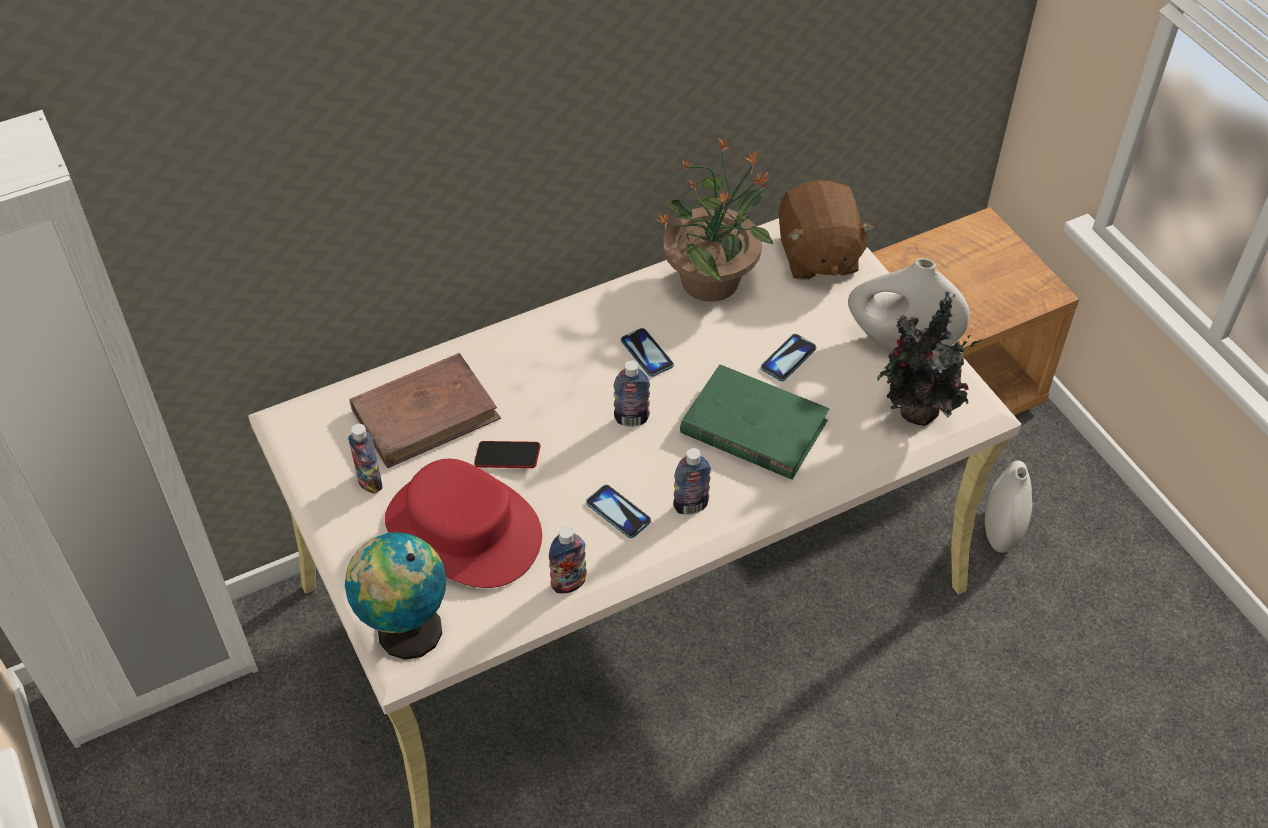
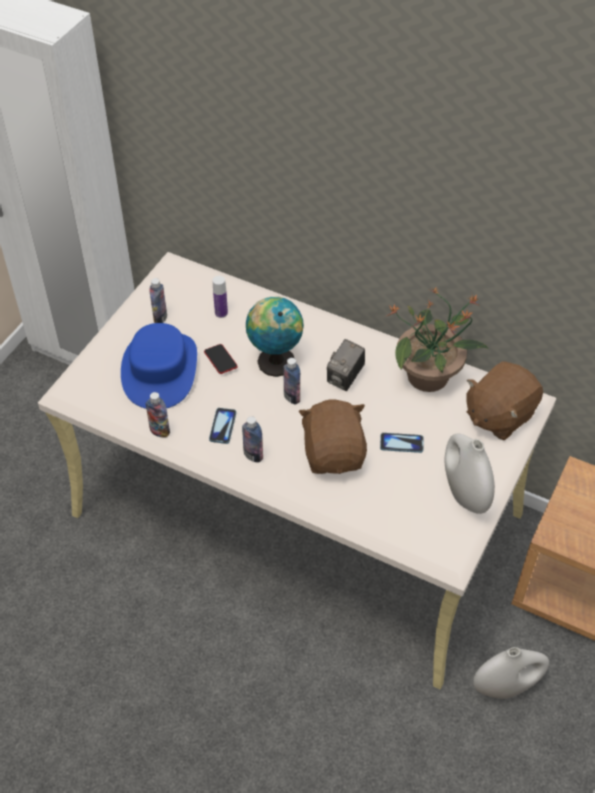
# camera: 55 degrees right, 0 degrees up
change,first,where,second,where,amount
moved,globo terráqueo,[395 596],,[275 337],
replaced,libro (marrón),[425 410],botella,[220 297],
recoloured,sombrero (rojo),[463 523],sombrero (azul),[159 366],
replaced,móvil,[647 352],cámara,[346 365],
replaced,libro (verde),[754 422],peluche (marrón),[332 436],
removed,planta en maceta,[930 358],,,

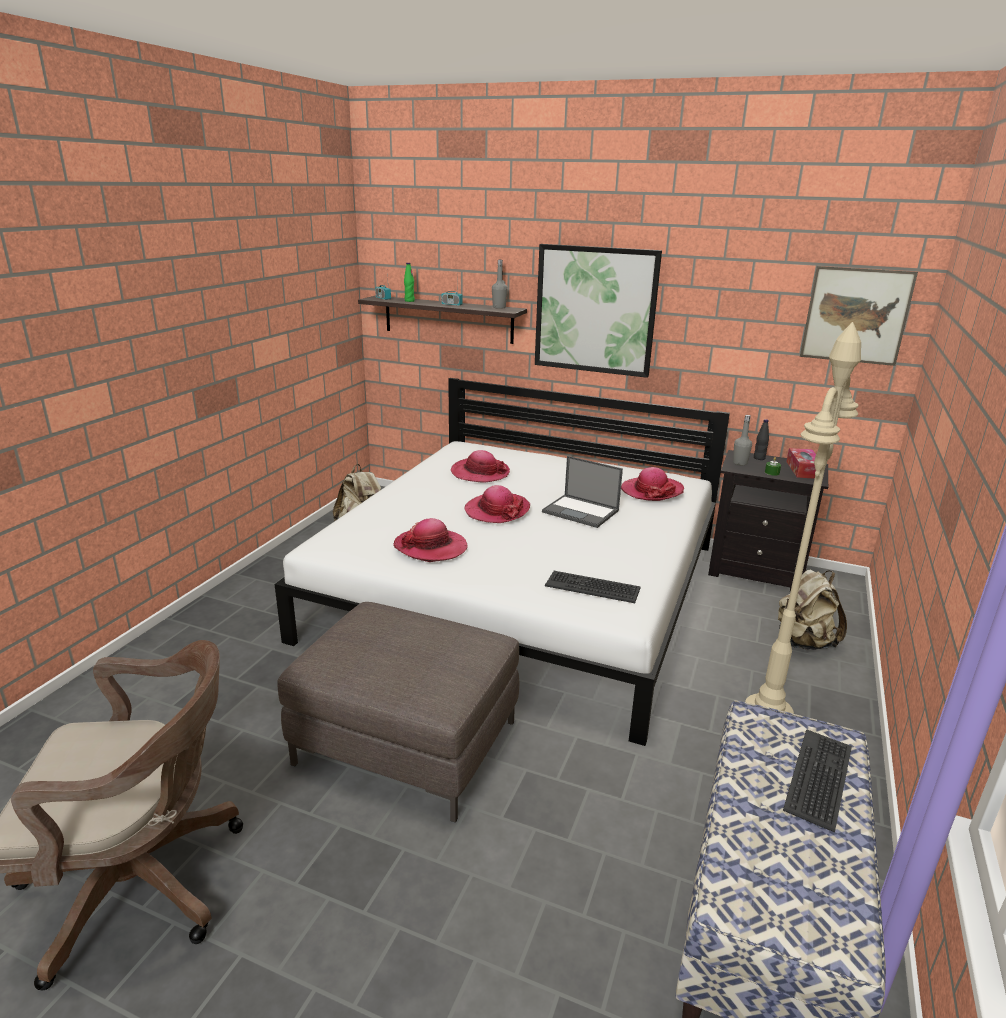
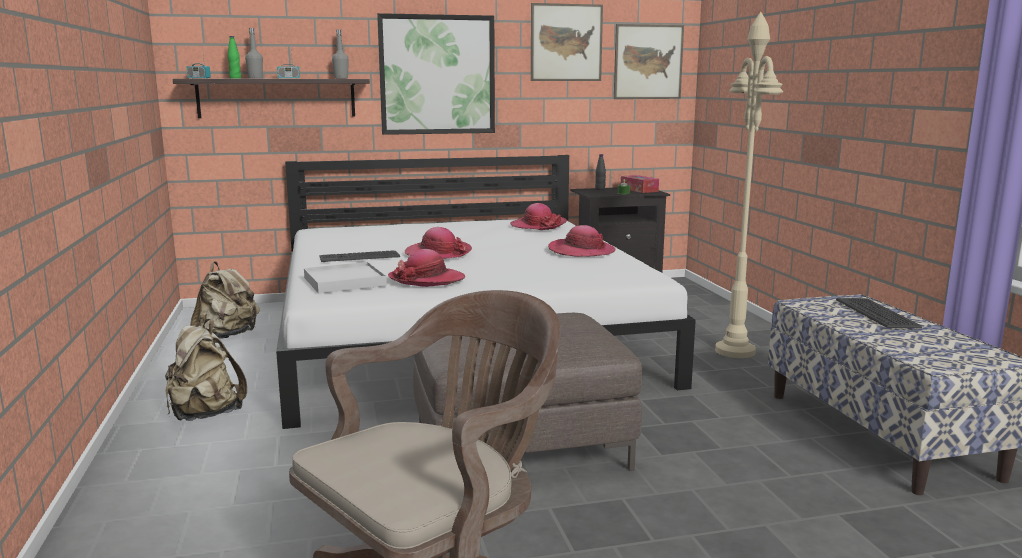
# camera: 35 degrees left, 10 degrees down
change,first,where,second,where,amount
moved,sombrero,[480 466],,[581 241],
removed,portátil,[582 492],,,
moved,teclado,[593 587],,[359 256],
moved,botella (gris),[742 440],,[254 53],
moved,mochila (beis),[812 610],,[206 370],
added,,,bandeja (blanco),[345 278],
added,,,cuadro,[567 42],

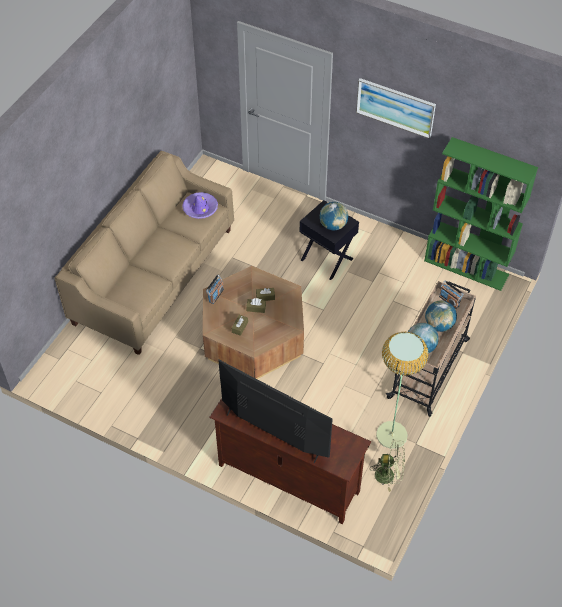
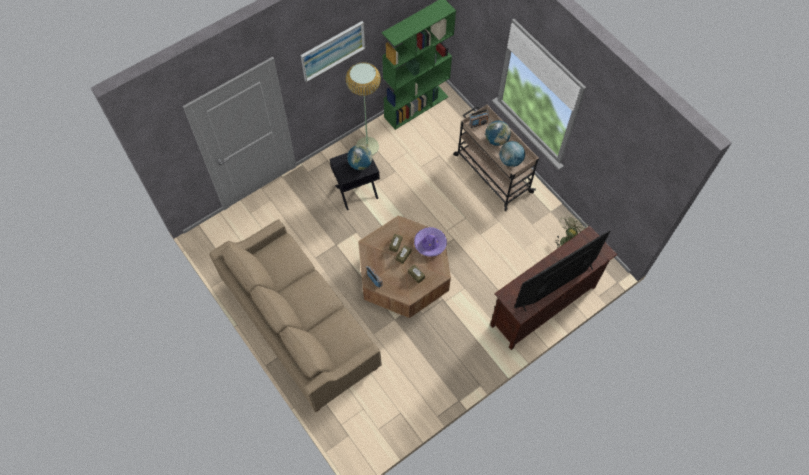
# camera: 65 degrees left, 10 degrees up
change,first,where,second,where,amount
moved,sombrero (morado),[200 205],,[430 242],
moved,lámpara de pie,[402 390],,[363 109],

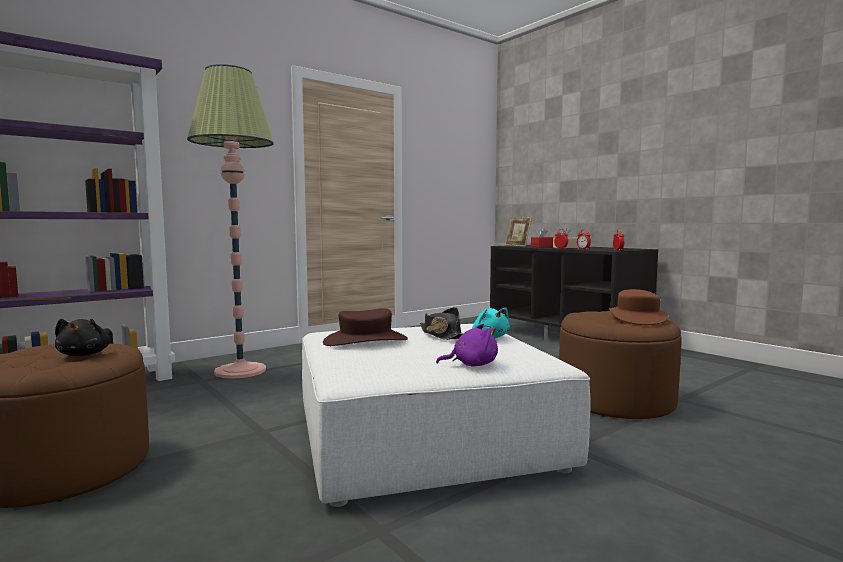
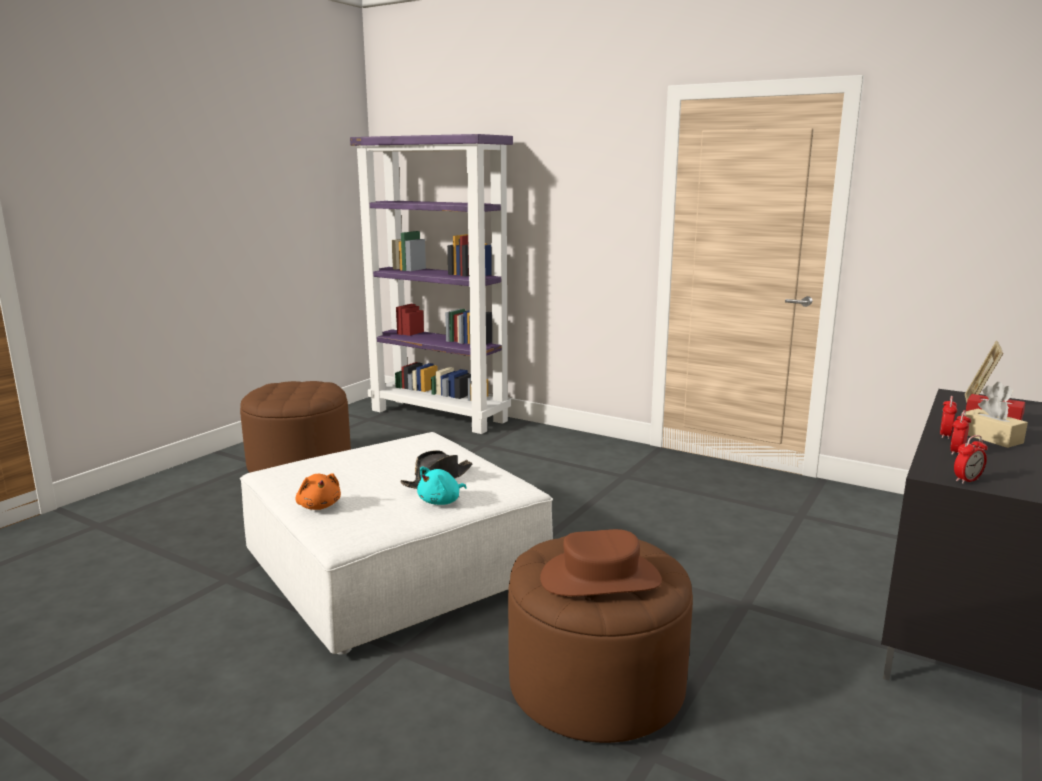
# camera: 70 degrees right, 10 degrees up
change,first,where,second,where,amount
removed,peluche (negro),[82 337],,,
removed,lámpara de pie,[230 221],,,
removed,sombrero (marrón),[365 327],,,
recoloured,peluche (morado),[467 345],peluche (naranja),[318 492],

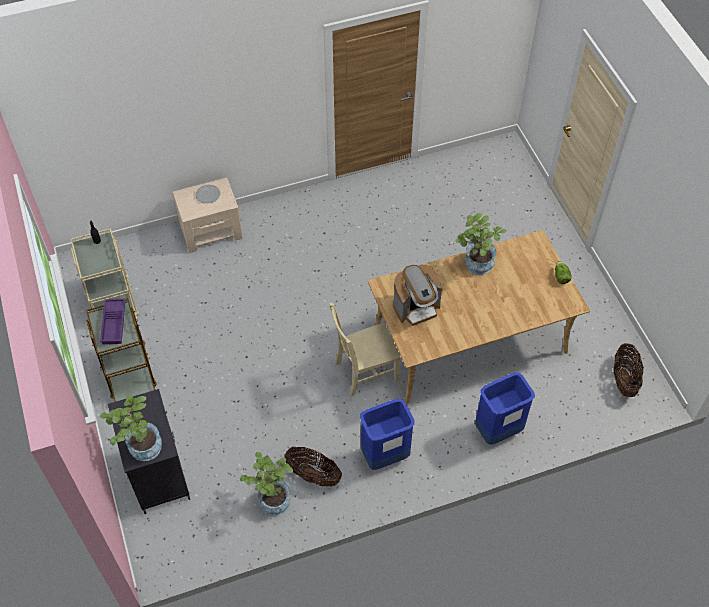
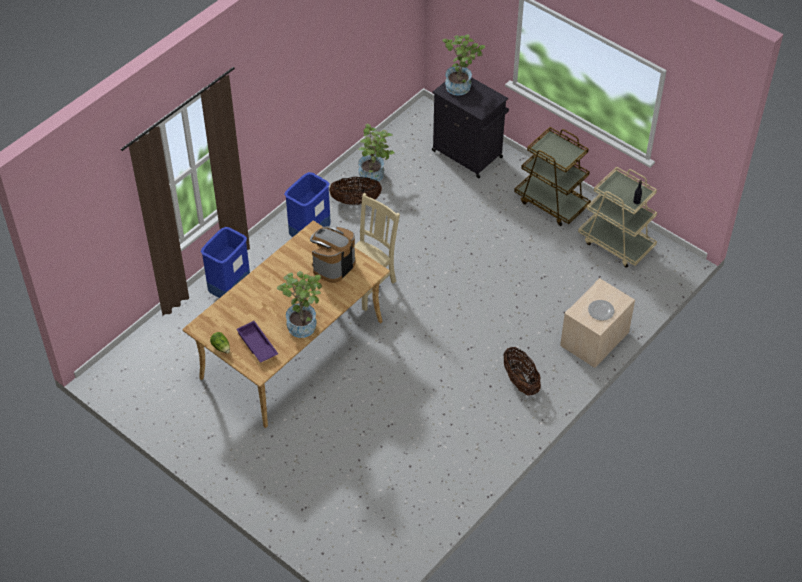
# camera: 150 degrees right, 5 degrees down
change,first,where,second,where,amount
moved,bandeja (morado),[113 321],,[257 342],
moved,cesta,[628 370],,[522 371],

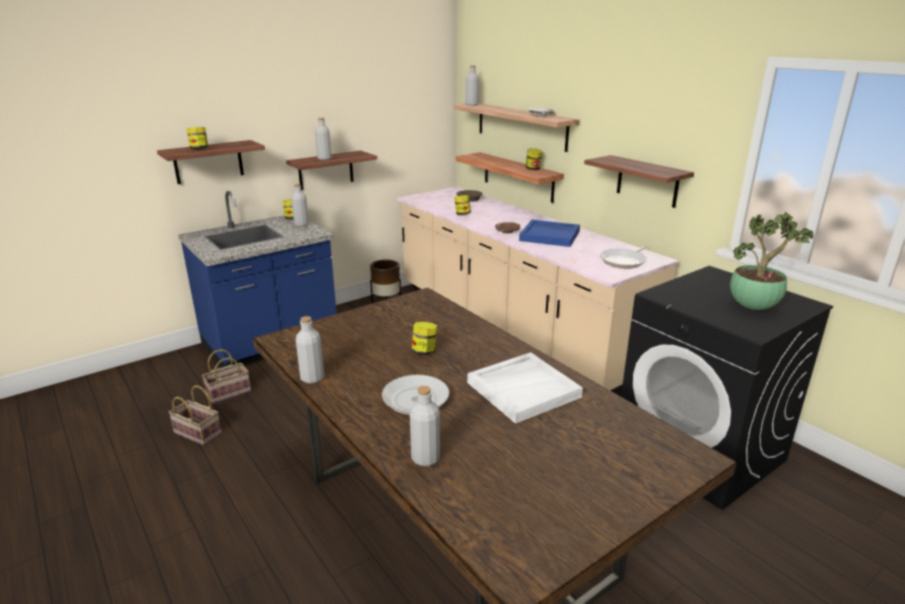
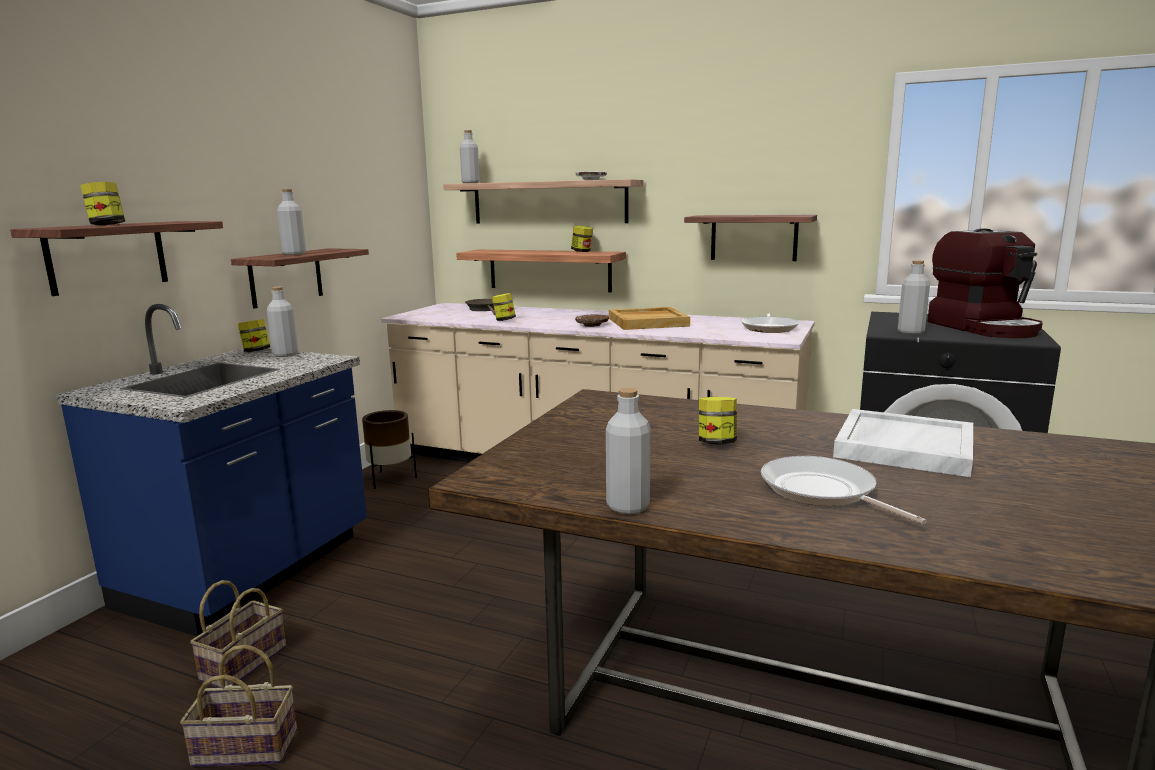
# camera: 30 degrees left, 10 degrees down
change,first,where,second,where,amount
moved,botella (gris),[425 426],,[914 297],
recoloured,bandeja (azul),[549 233],bandeja (beis),[649 318],
replaced,planta en maceta,[771 261],cafetera,[985 283],

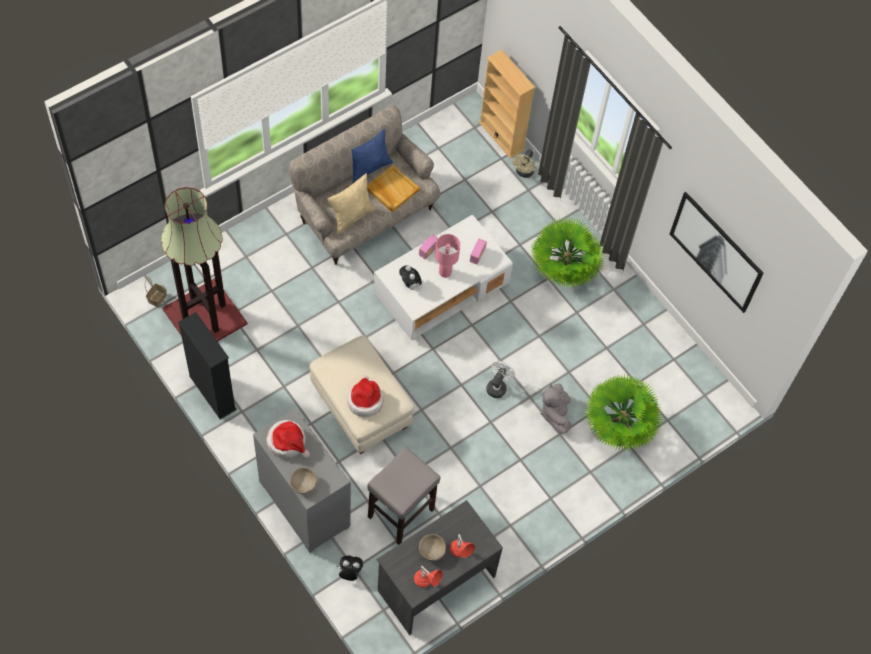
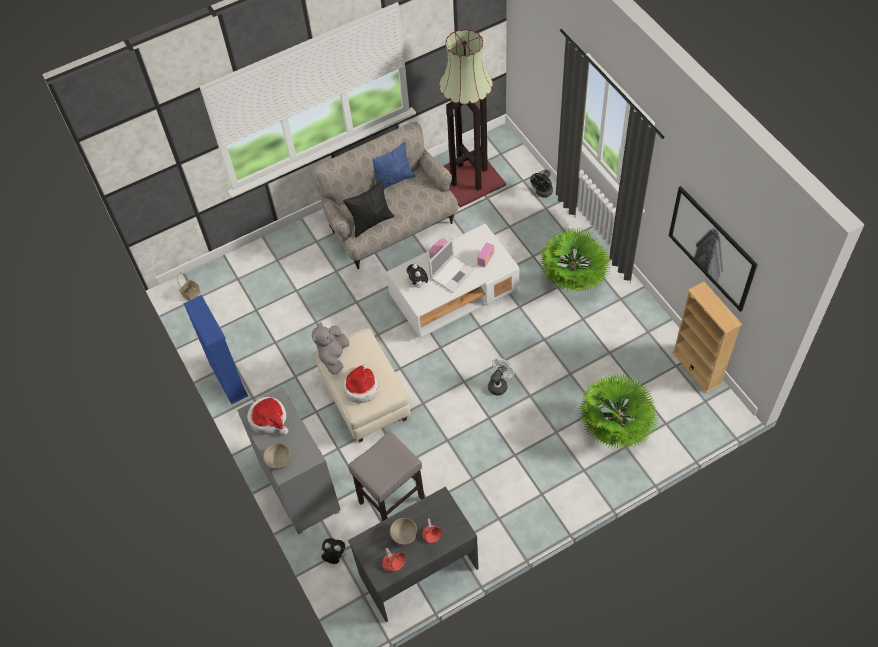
# camera: 15 degrees right, 5 degrees down
change,first,where,second,where,amount
moved,lámpara de pie,[204 264],,[472 118],
recoloured,estantería (negro),[207 365],estantería (azul),[215 349],
recoloured,cojín (beis),[351 204],cojín (negro),[368 208],
removed,bandeja (beis),[393 189],,,
replaced,lámpara de mesa (rosa),[447 256],portátil,[452 265],
moved,estantería (beis),[507 104],,[707 337],
recoloured,ventilador (beis),[524 163],ventilador (negro),[541 184],
moved,peluche (gris),[556 409],,[331 348],

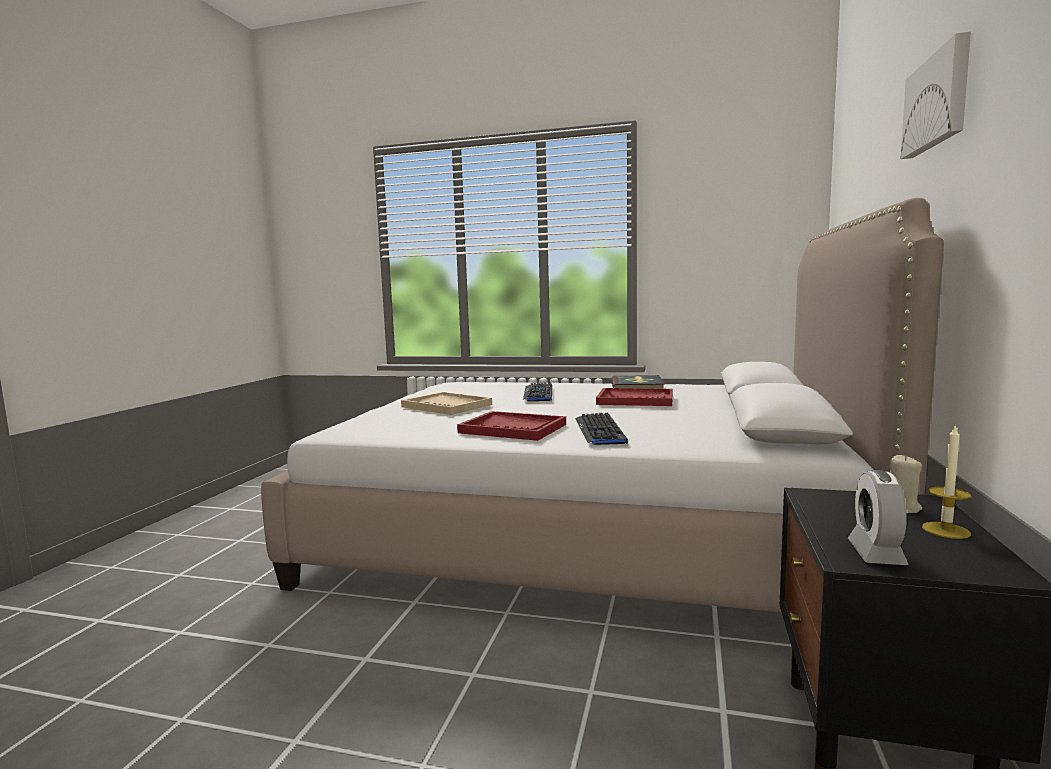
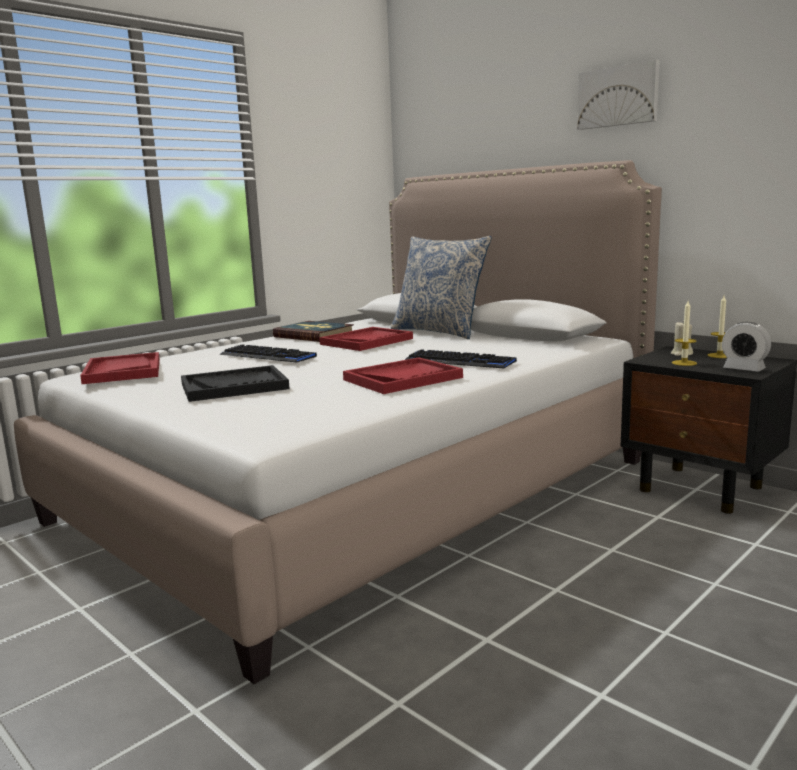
# camera: 60 degrees left, 5 degrees up
change,first,where,second,where,amount
recoloured,bandeja (beis),[446 403],bandeja (negro),[235 383],
added,,,bandeja (rojo),[120 368],
added,,,cojín,[441 287],
added,,,vela,[684 333],

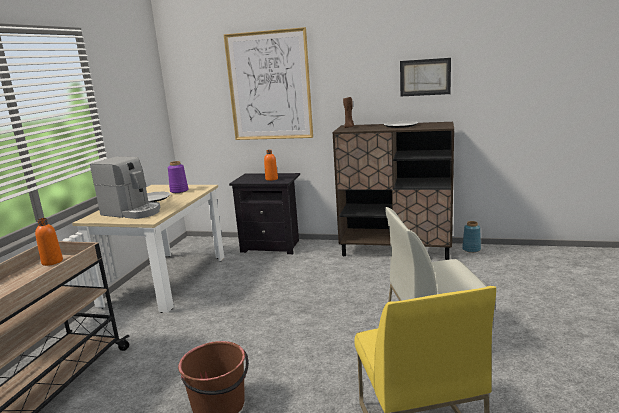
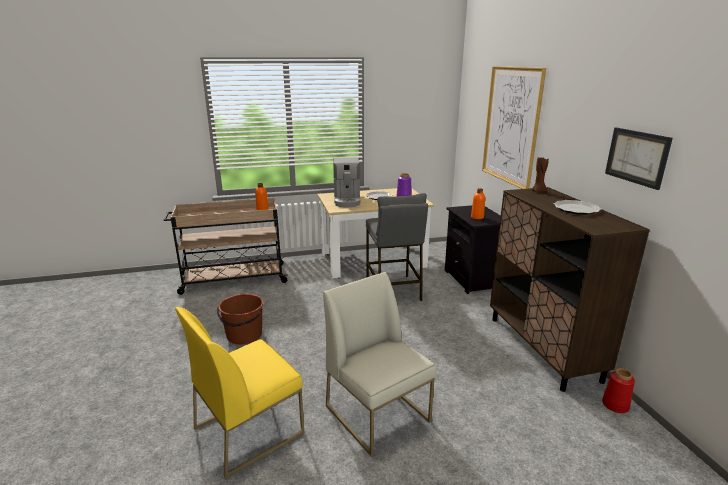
# camera: 60 degrees right, 5 degrees up
change,first,where,second,where,amount
recoloured,florero (azul),[471 237],florero (rojo),[618 390],
added,,,taburete (gris),[397 247],

